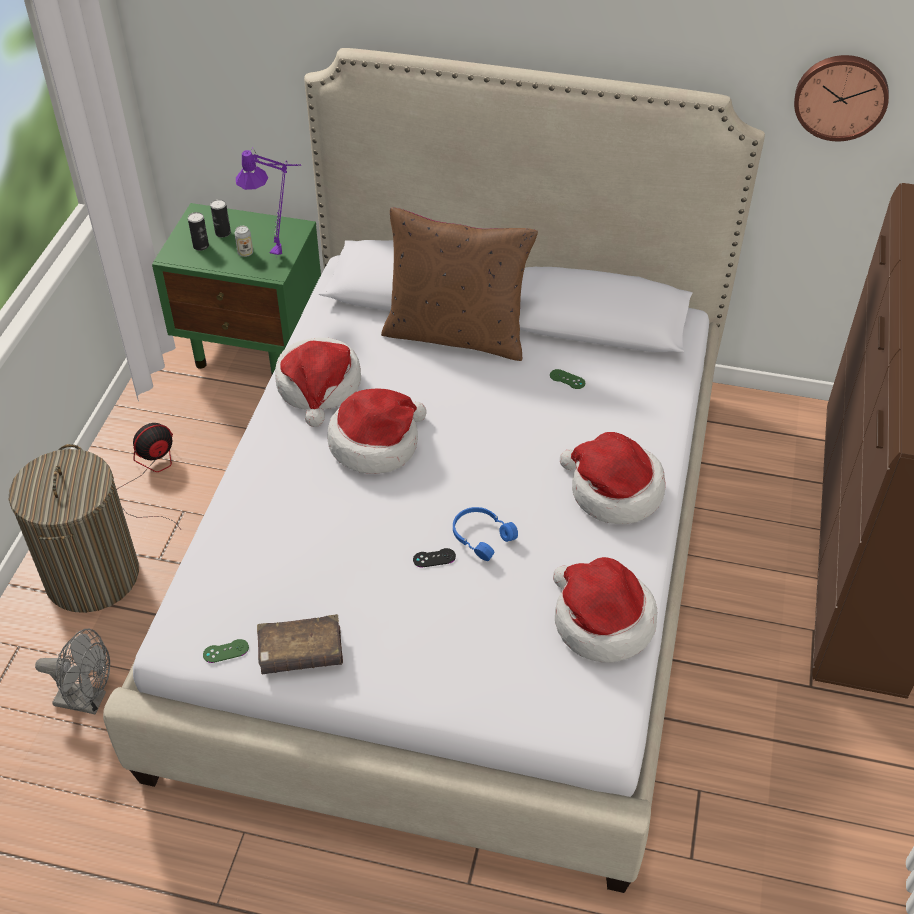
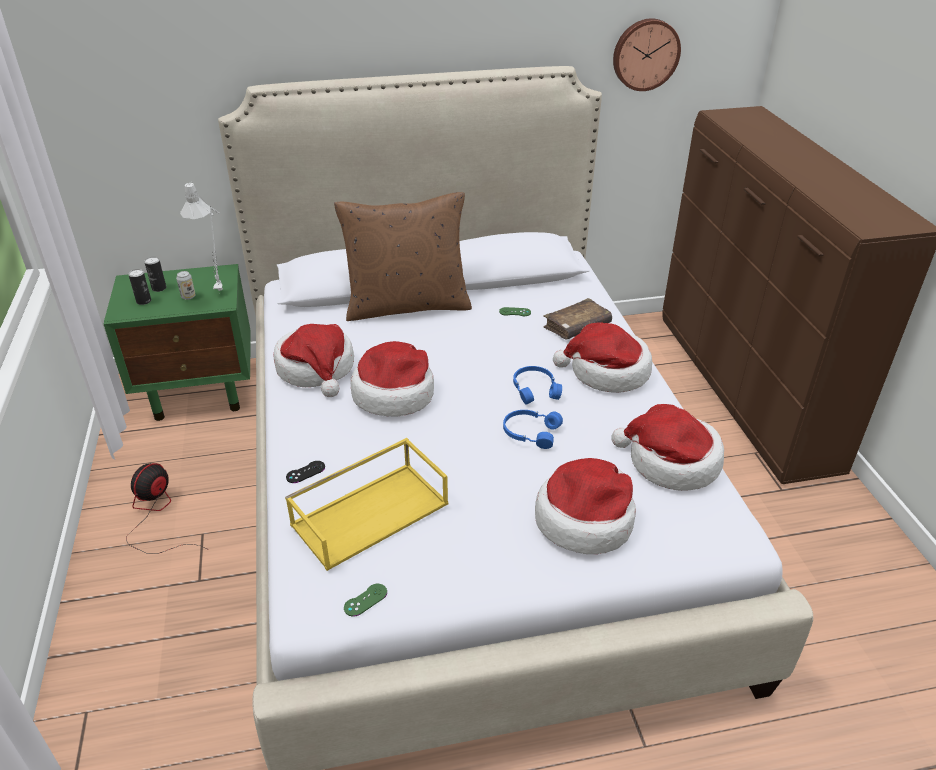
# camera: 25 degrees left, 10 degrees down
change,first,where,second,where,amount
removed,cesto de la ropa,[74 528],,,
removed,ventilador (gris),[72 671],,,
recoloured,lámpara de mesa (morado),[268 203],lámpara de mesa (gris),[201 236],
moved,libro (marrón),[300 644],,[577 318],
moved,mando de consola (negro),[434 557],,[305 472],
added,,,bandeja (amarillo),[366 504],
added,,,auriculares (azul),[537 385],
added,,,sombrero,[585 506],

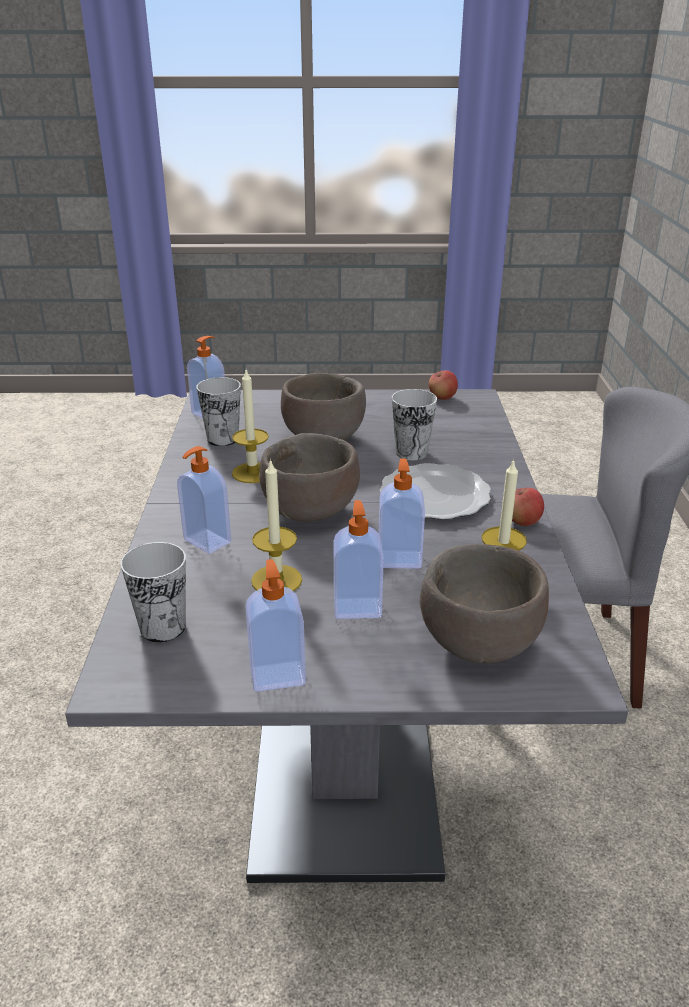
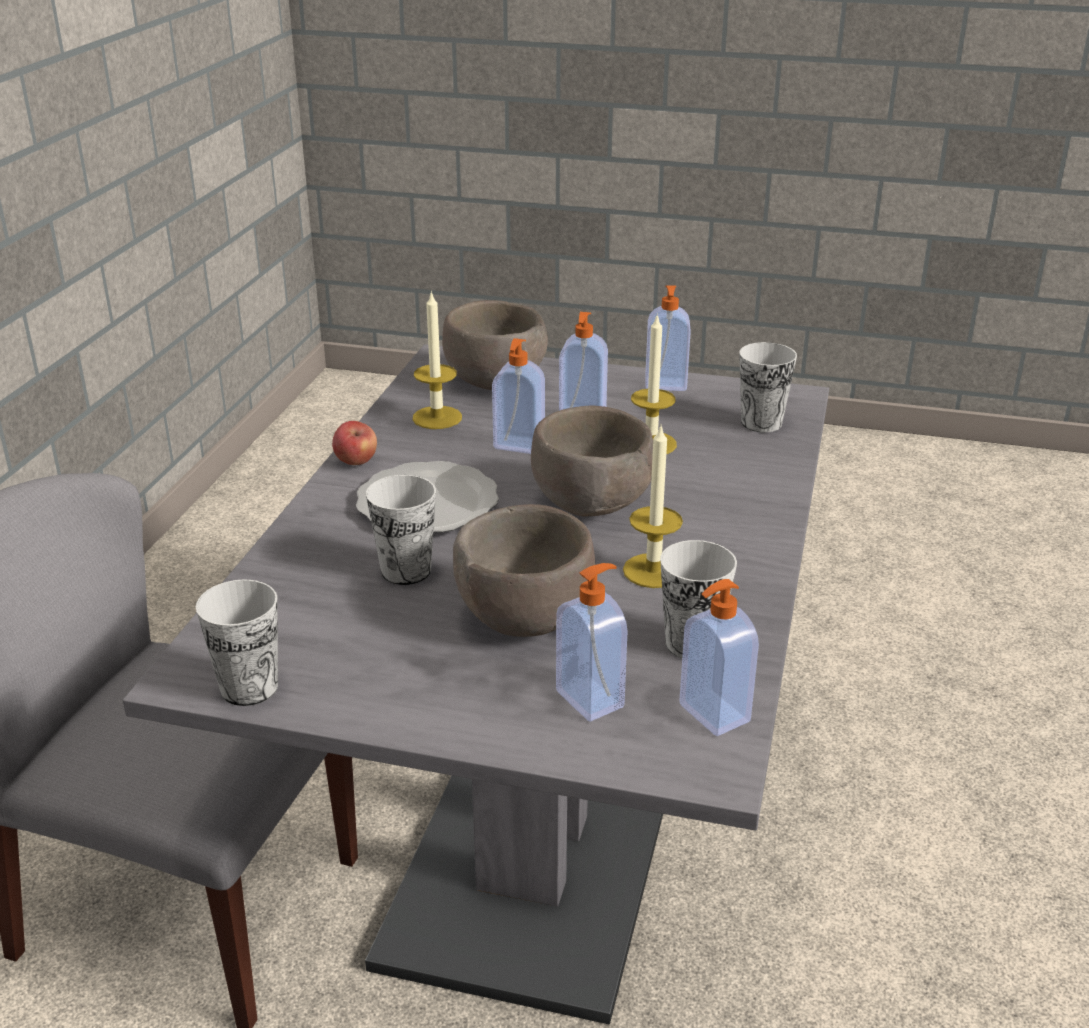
# camera: 165 degrees left, 0 degrees up
change,first,where,second,where,amount
moved,dispensador de jabón,[204 500],,[592 642],
replaced,manzana,[443 385],taza,[237 643],

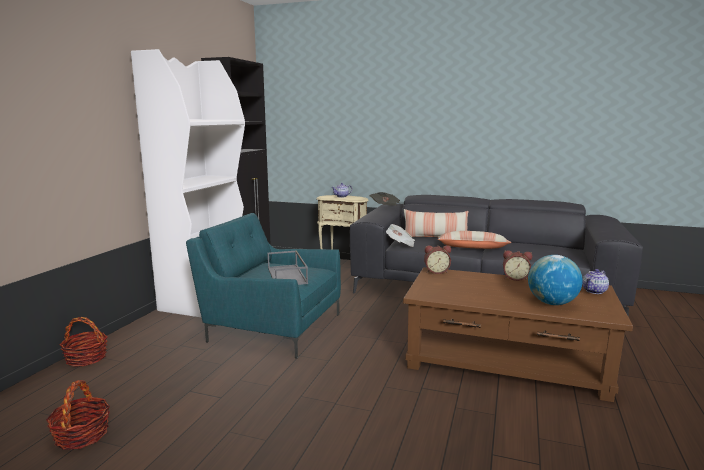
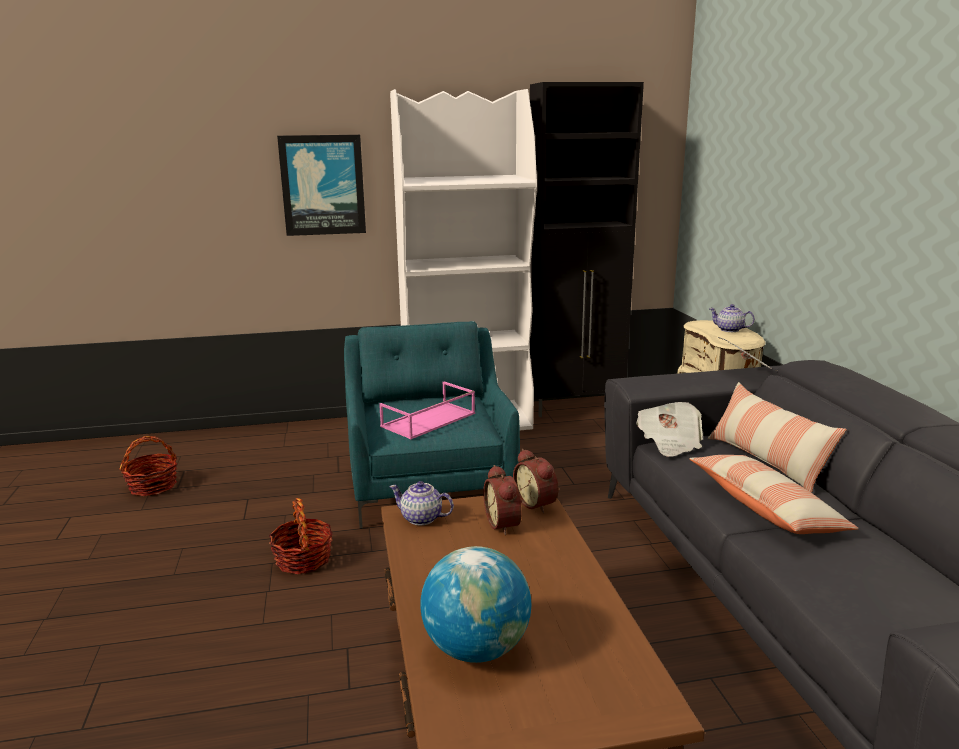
# camera: 60 degrees right, 5 degrees up
change,first,where,second,where,amount
moved,cesta,[84 342],,[301 536],
recoloured,bandeja (gris),[287 267],bandeja (rosa),[427 410],
moved,despertador,[517 265],,[502 500],
moved,tetera,[595 281],,[421 503],
added,,,cuadro,[321 185],

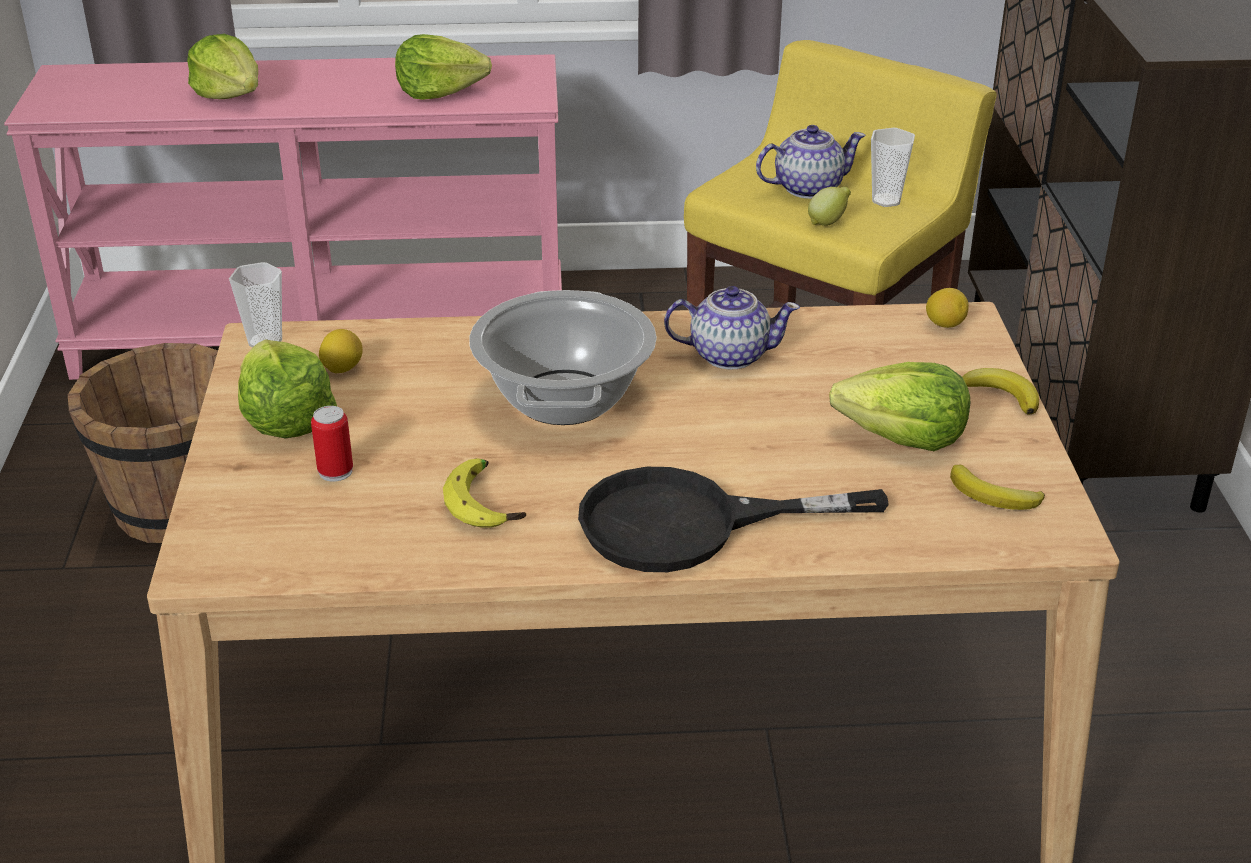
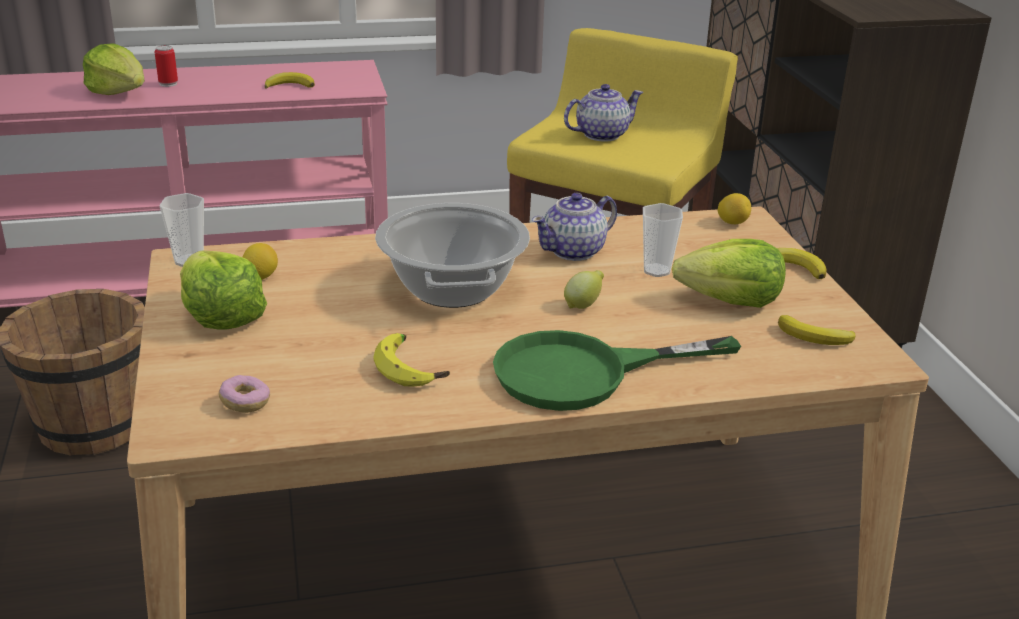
# camera: 10 degrees left, 5 degrees down
change,first,where,second,where,amount
moved,lata,[332 444],,[166 66],
replaced,lechuga,[443 67],plátano,[290 80],
recoloured,sartén (negro),[733 519],sartén (verde),[617 370],
turned,tetera,[732 327],,[574 227],150 degrees clockwise
moved,limón,[829 206],,[584 289],
moved,taza,[893 167],,[663 240],
added,,,rosquilla,[244 394],

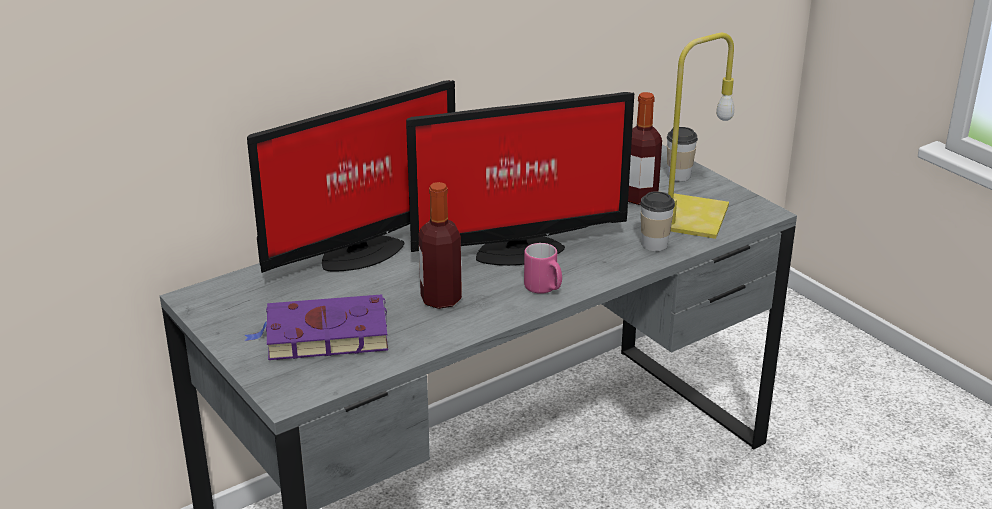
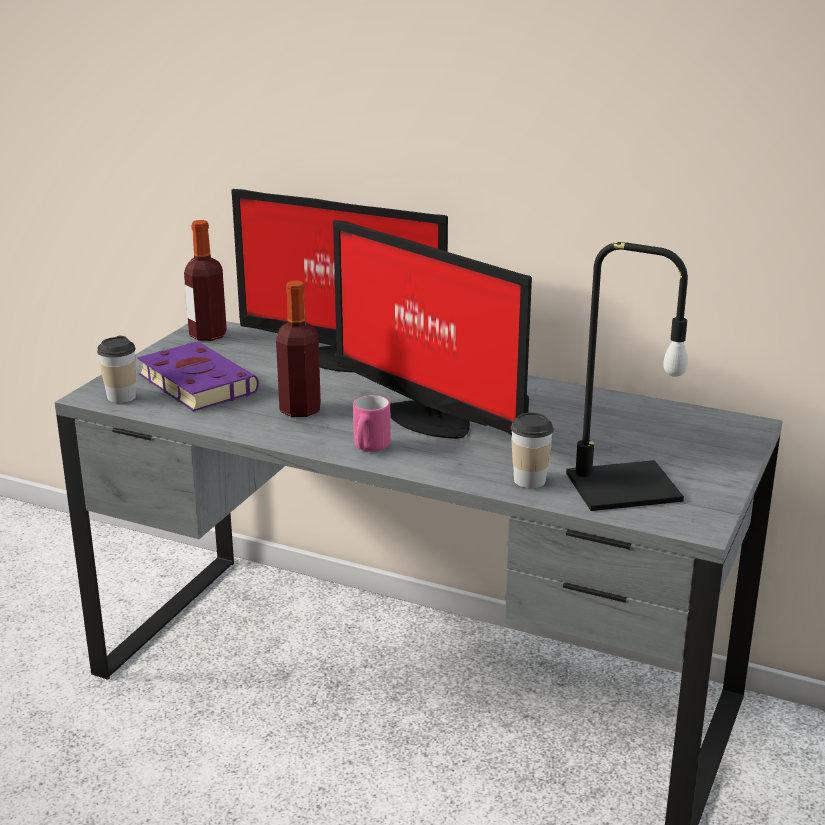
# camera: 60 degrees right, 5 degrees down
change,first,where,second,where,amount
moved,botella,[645 148],,[205 280],
moved,taza,[682 154],,[116 369],
recoloured,lámpara de mesa (amarillo),[701 136],lámpara de mesa (negro),[627 376],

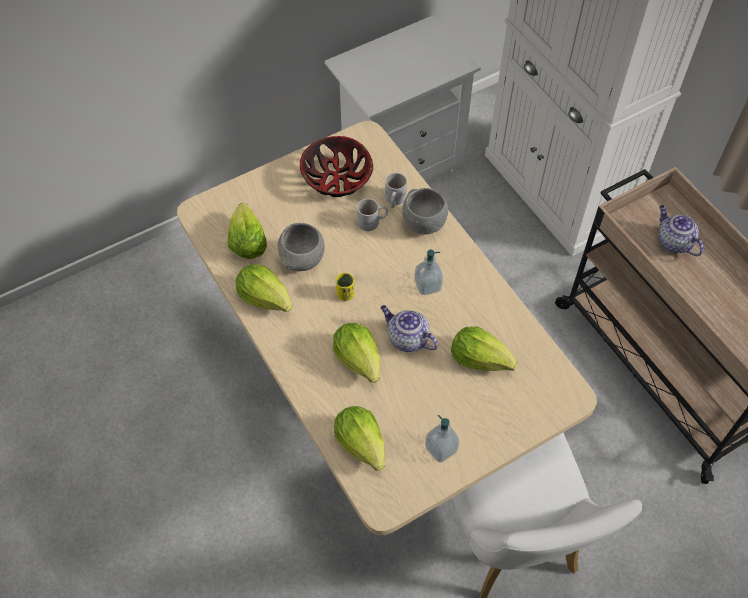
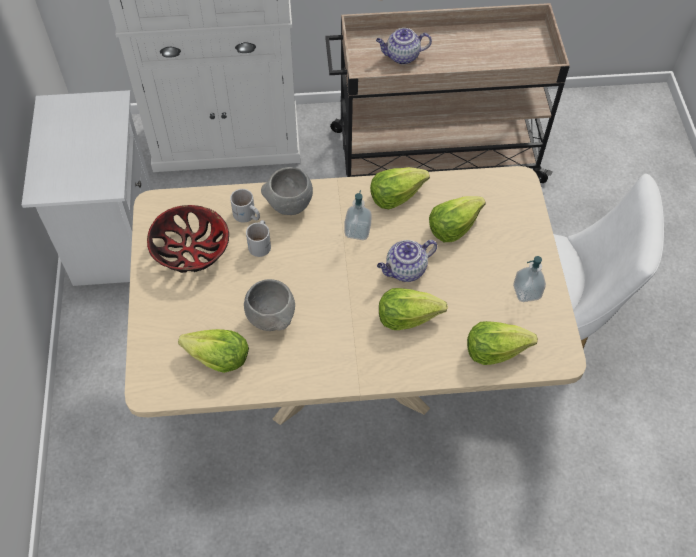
# camera: 65 degrees left, 0 degrees up
change,first,where,second,where,amount
moved,lechuga,[264 288],,[400 188],
removed,taza (amarillo),[345 287],,,

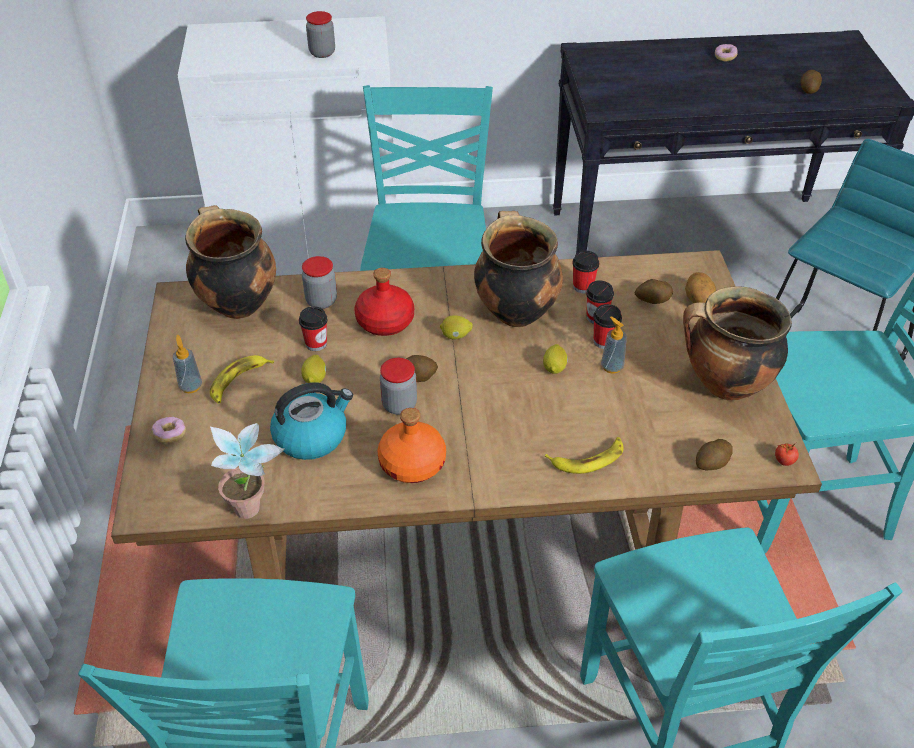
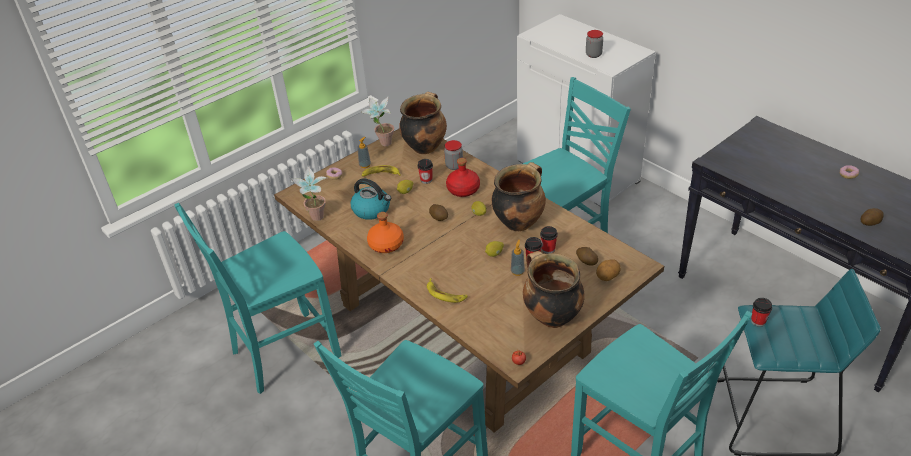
# camera: 55 degrees right, 5 degrees down
change,first,where,second,where,amount
removed,tarro,[398 386],,,
moved,taza,[585 272],,[761 312],
removed,patata,[714 454],,,
added,,,planta en maceta,[377 121],

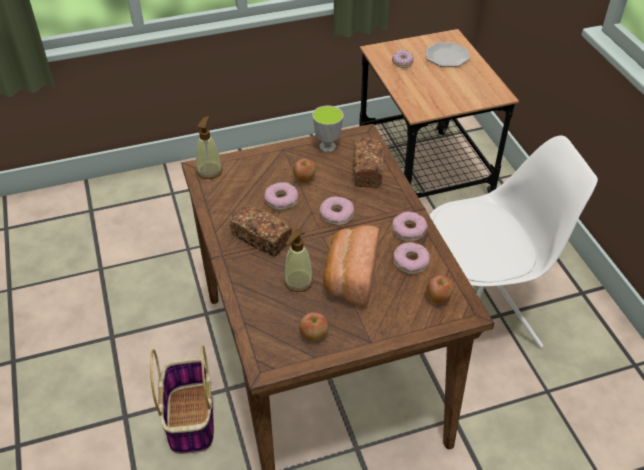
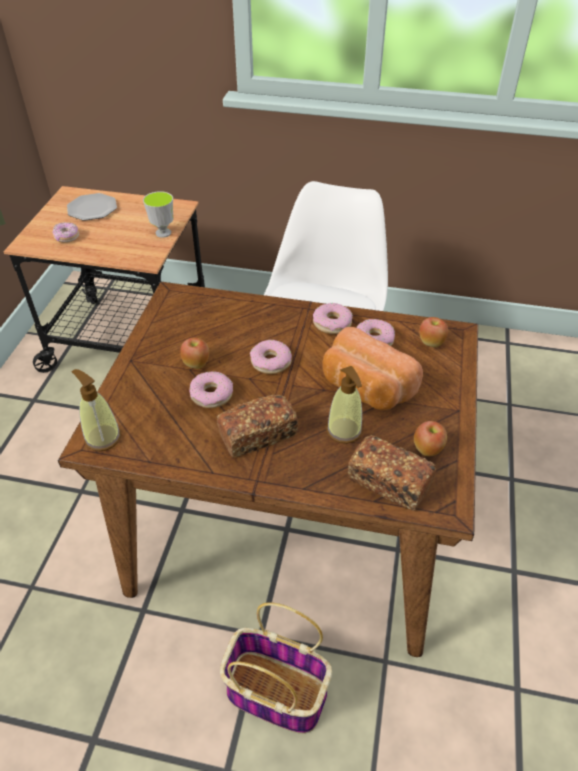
# camera: 60 degrees left, 0 degrees up
change,first,where,second,where,amount
moved,taza,[328 129],,[158 214],
moved,pan,[368 163],,[392 473],

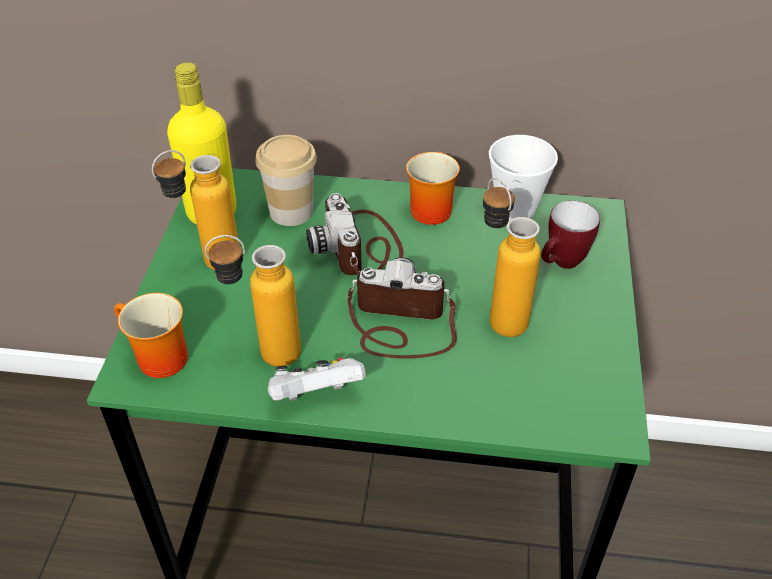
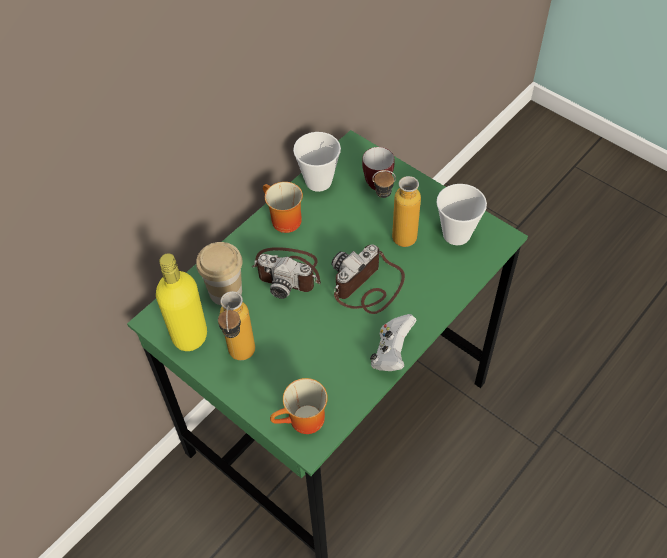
# camera: 55 degrees left, 10 degrees up
change,first,where,second,where,amount
removed,botella,[253 300],,,
added,,,taza,[461 214],

